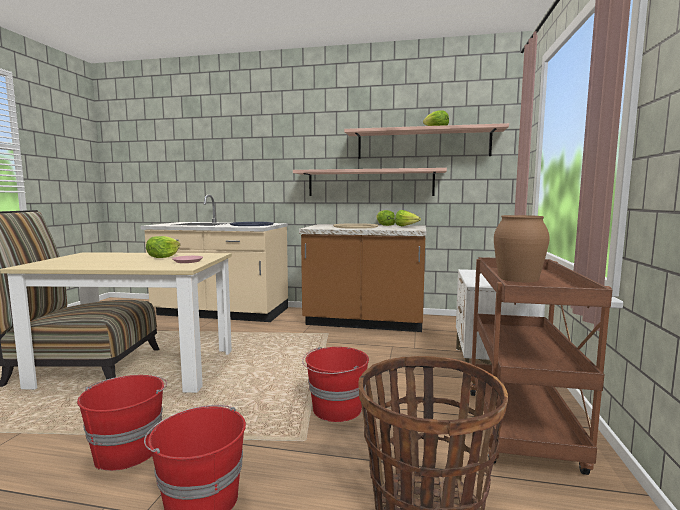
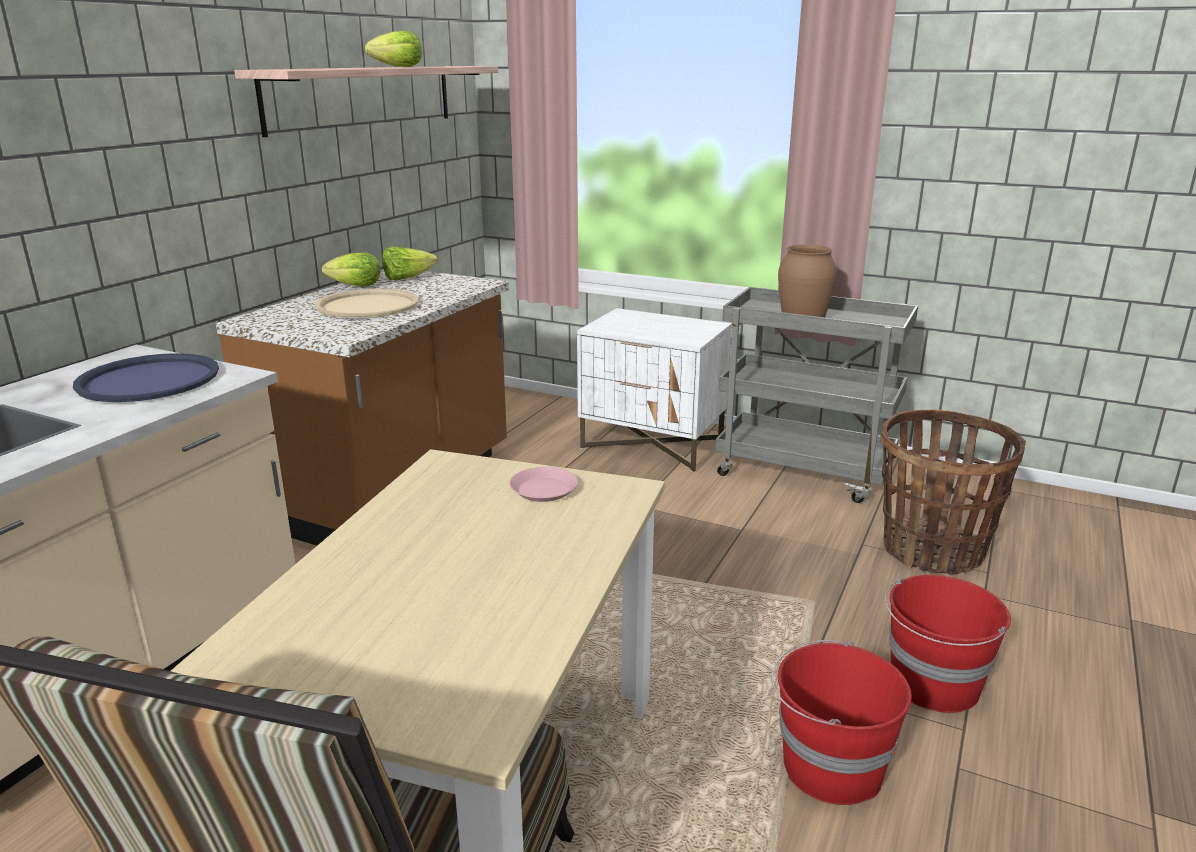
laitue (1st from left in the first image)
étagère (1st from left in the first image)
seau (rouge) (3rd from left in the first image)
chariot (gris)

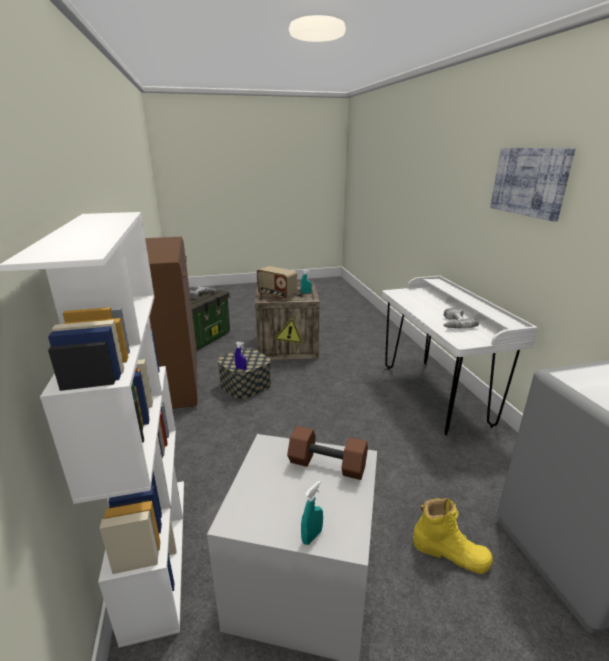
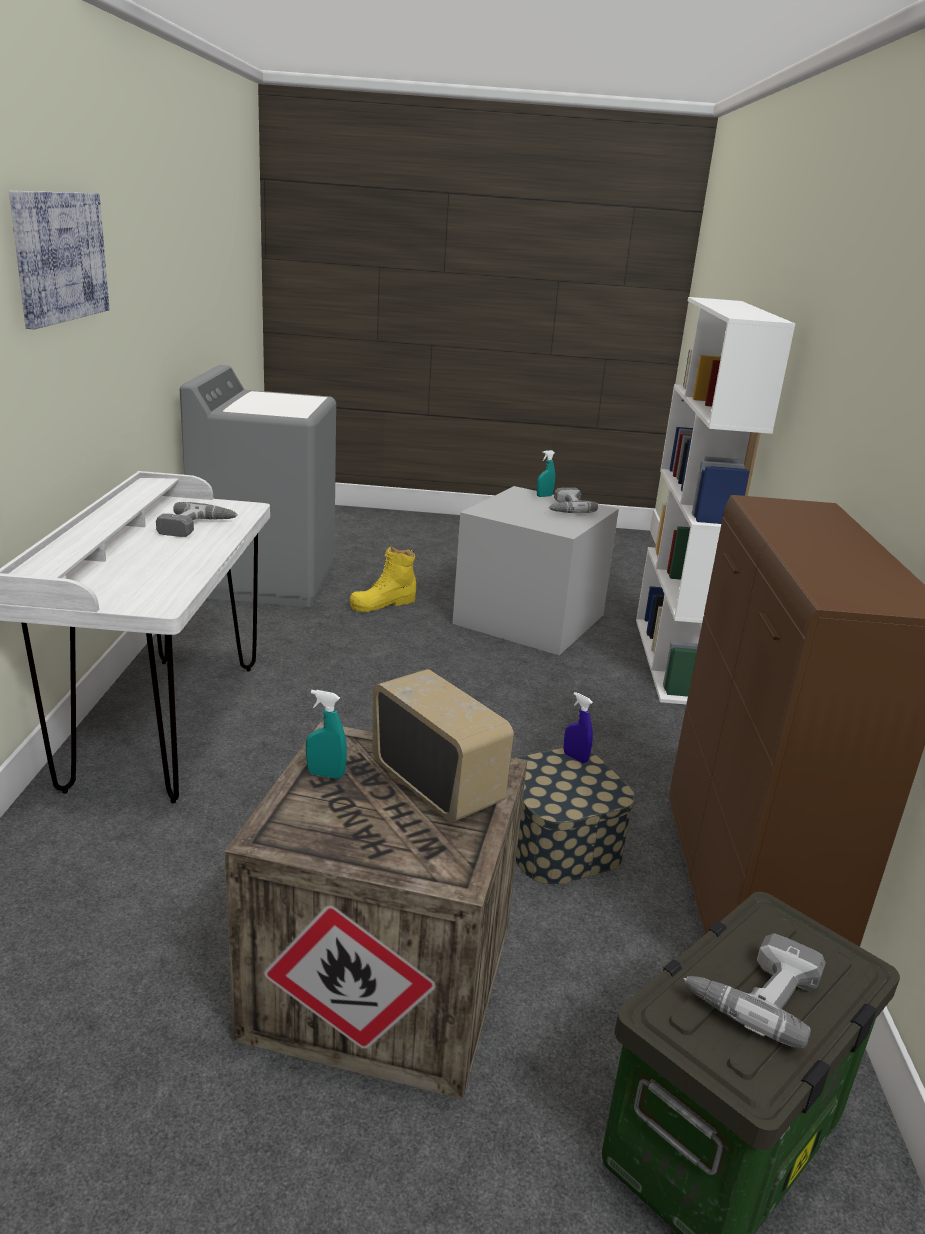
haltère (marron)
botte (jaune)
perceuse (2nd from left)

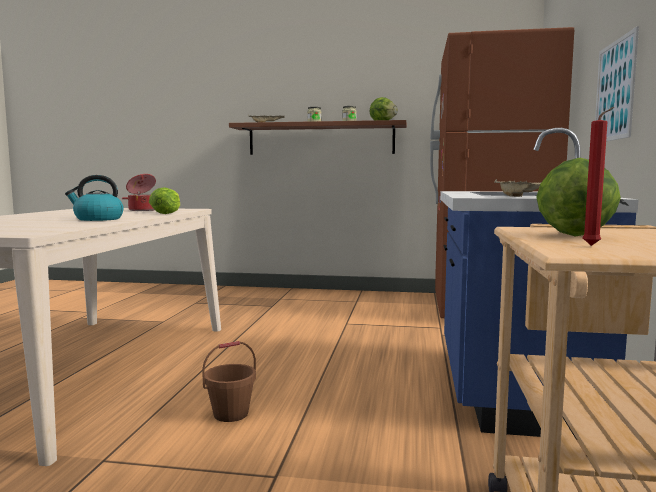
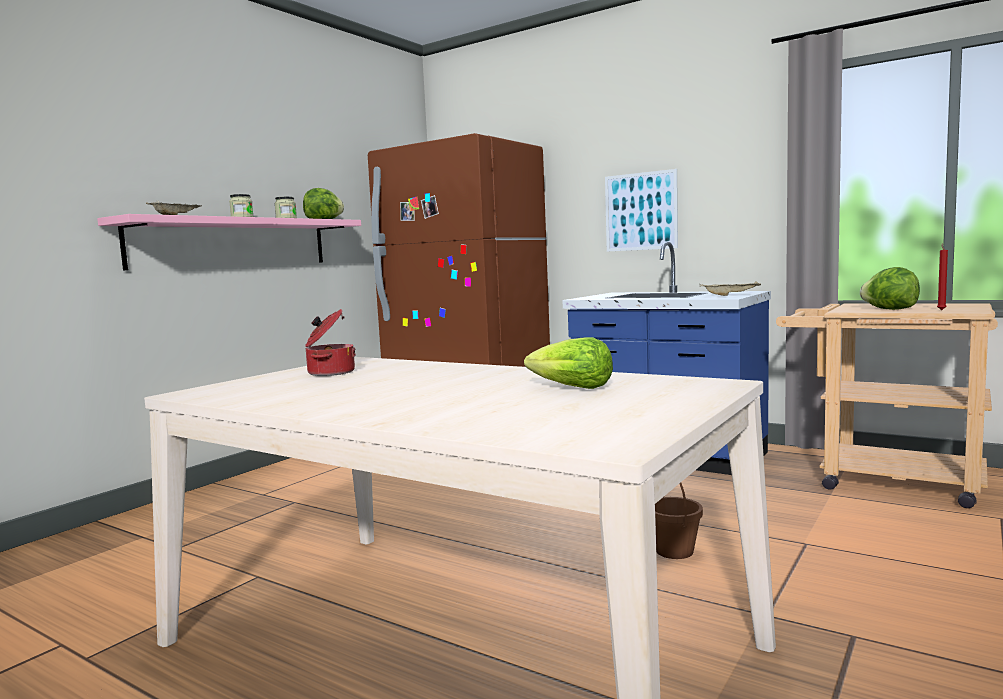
bouilloire
laitue (2nd from left)
étagère (rose)

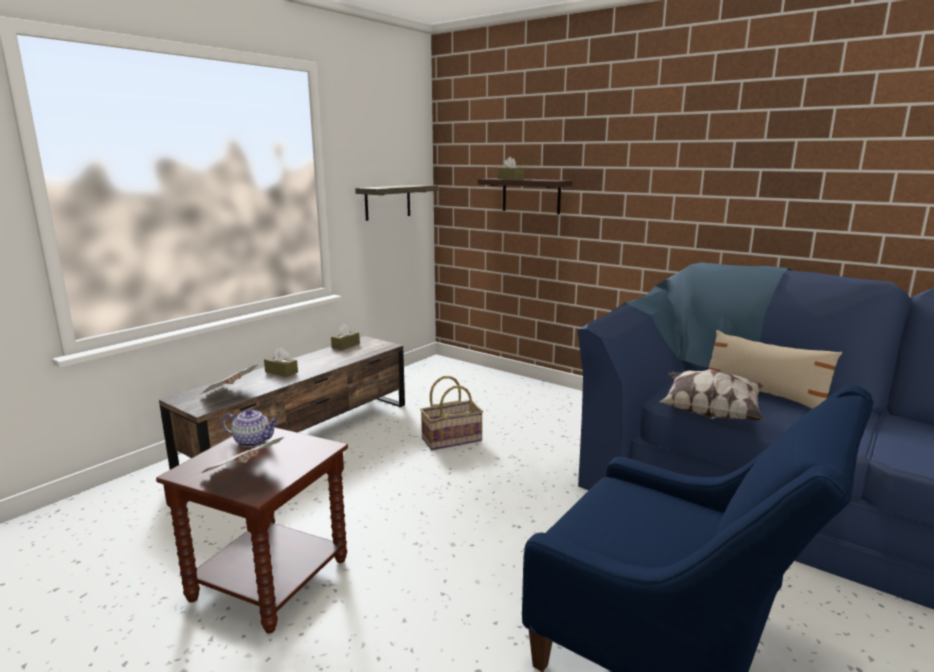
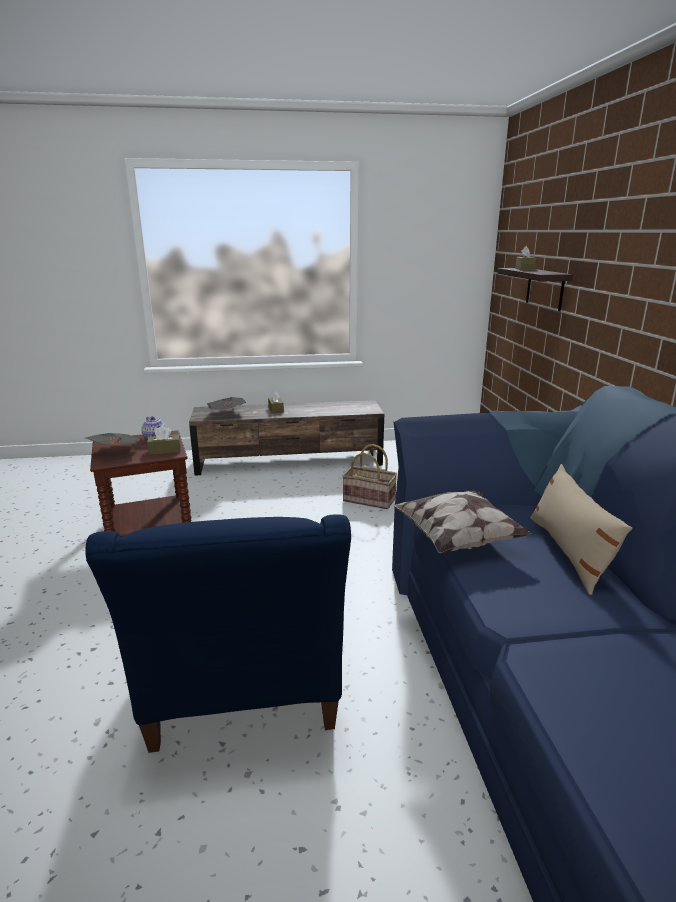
boîte à mouchoirs (marron) (1st from left)
étagère (1st from left in the first image)

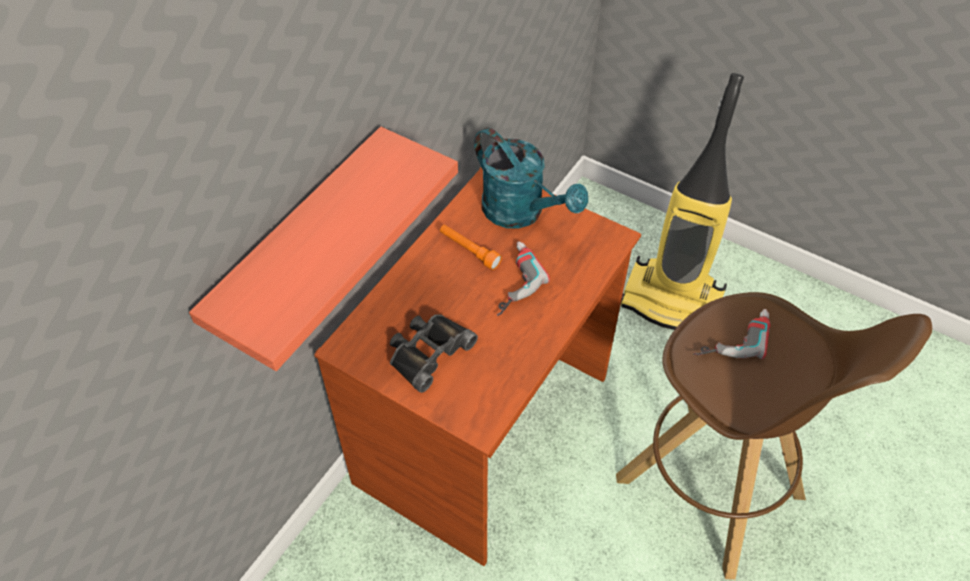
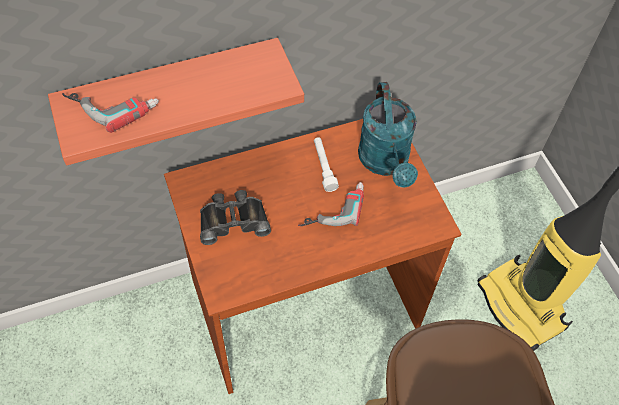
lampe de poche (blanc)
perceuse (1st from left)

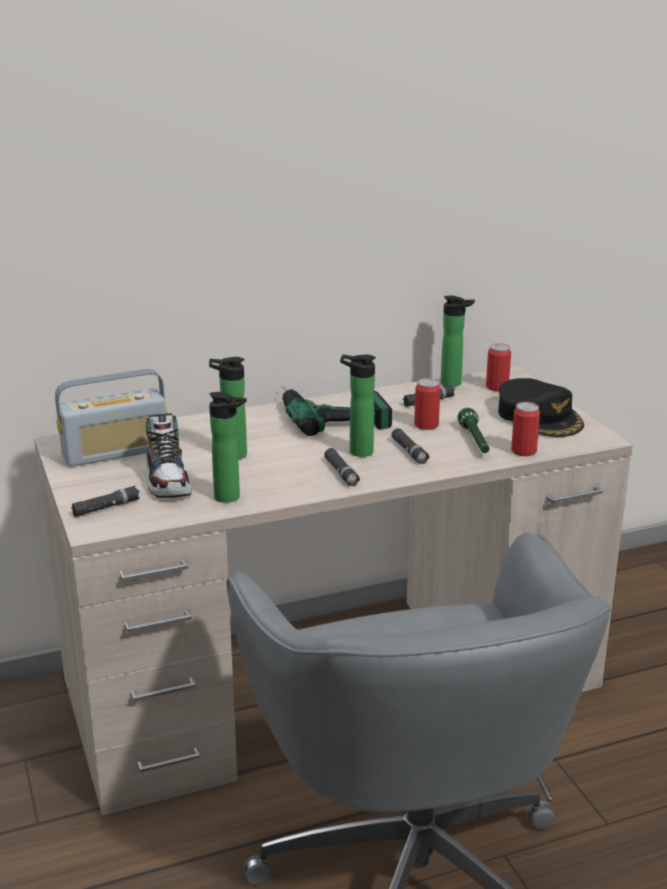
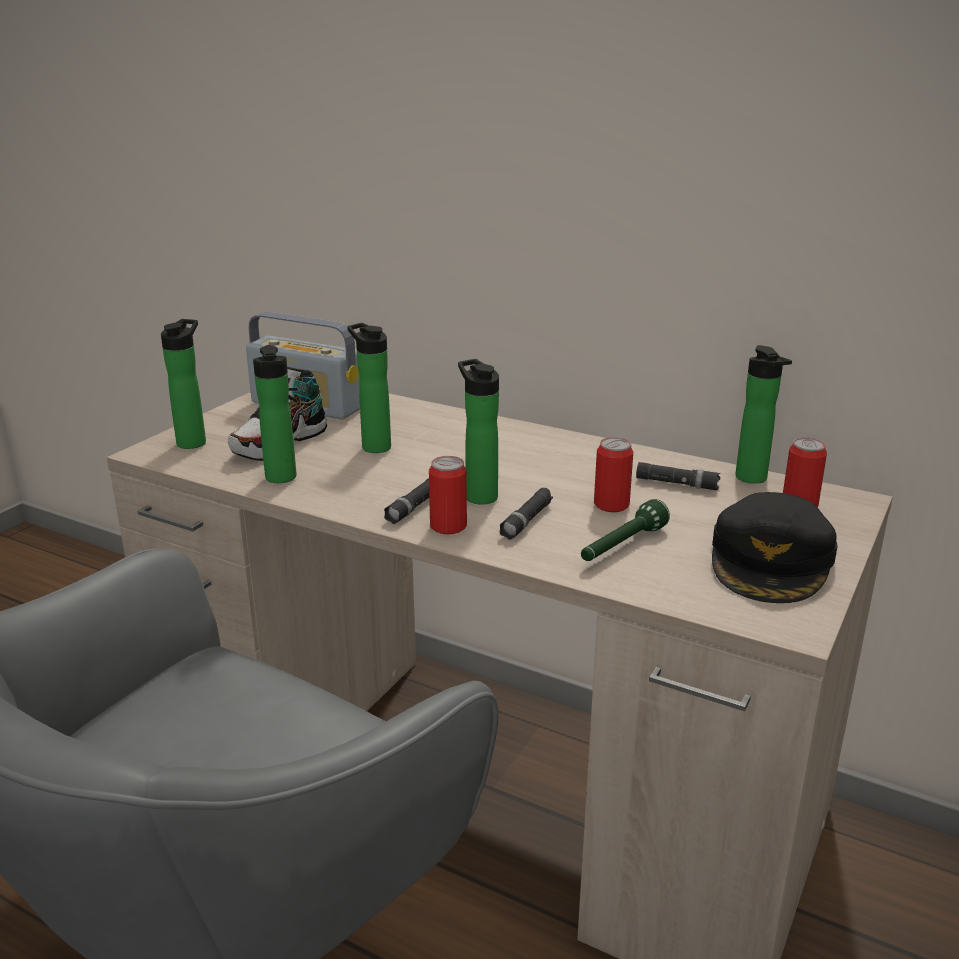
bouteille (1st from left)
perceuse
boîte métallique (1st from left)

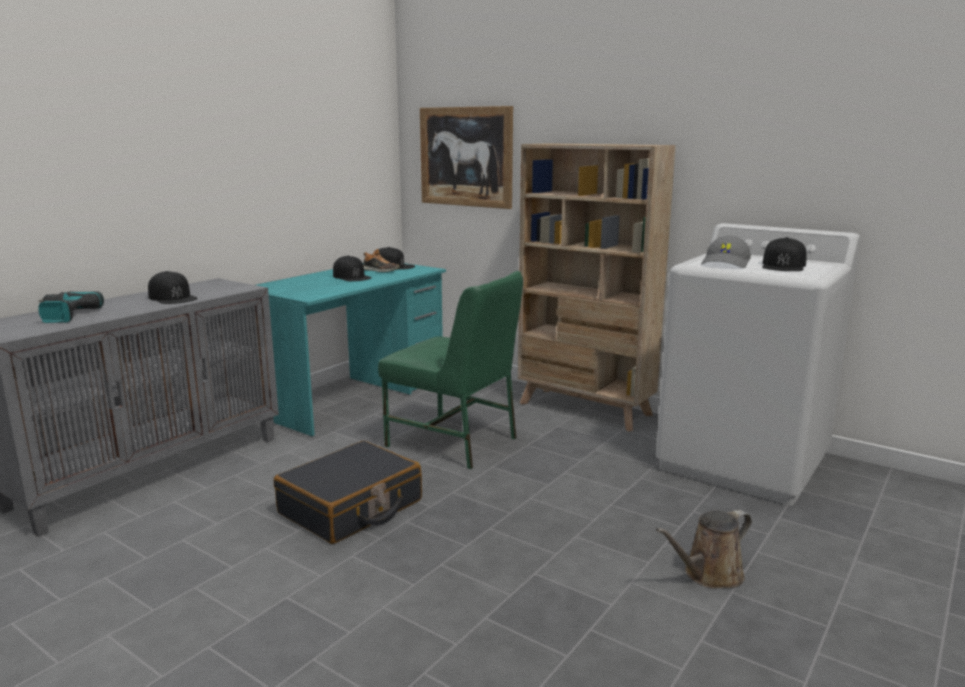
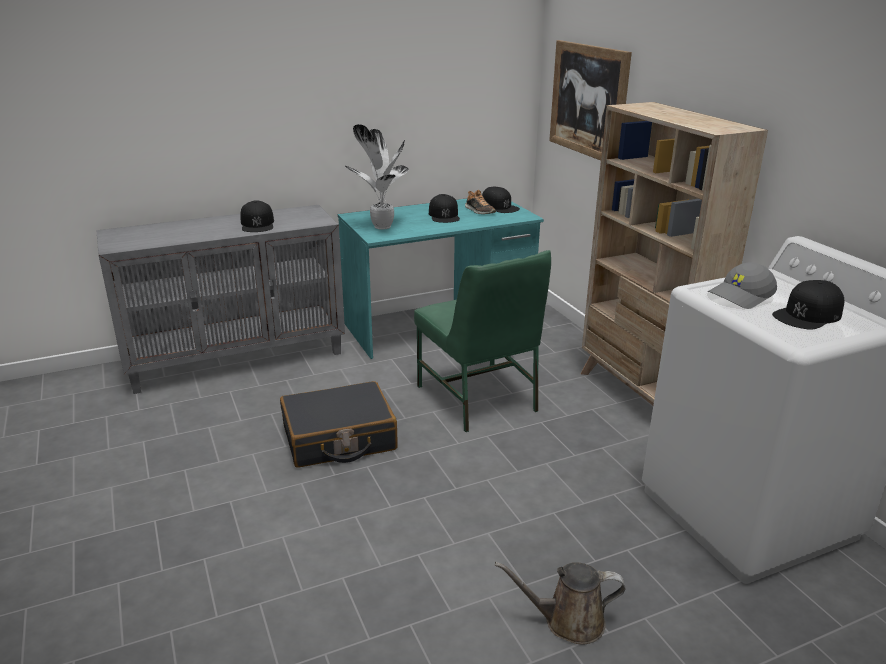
perceuse
plante en pot

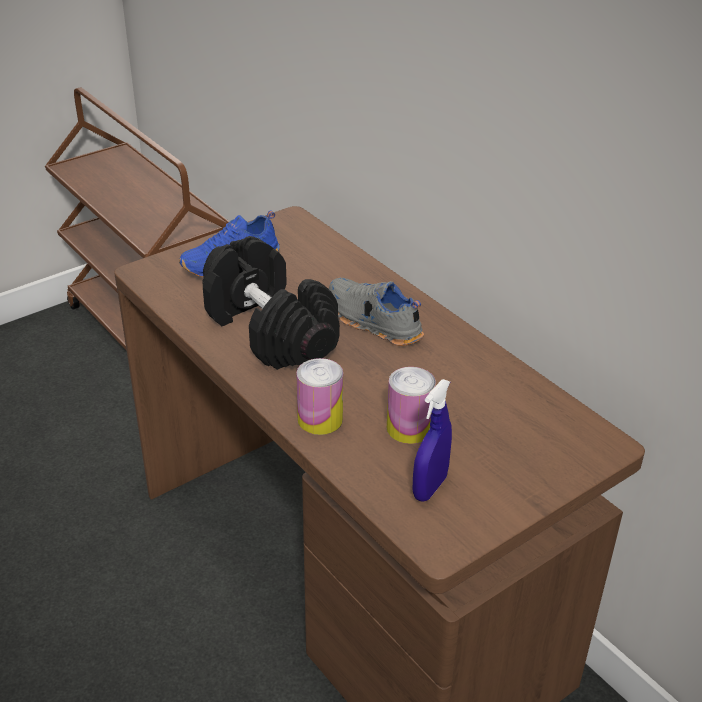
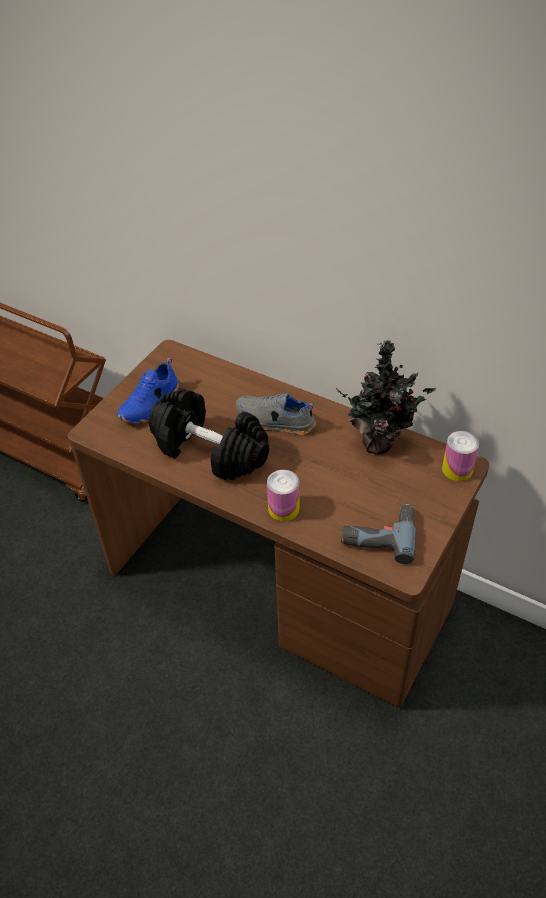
boîte métallique (2nd from left)
perceuse
plante en pot

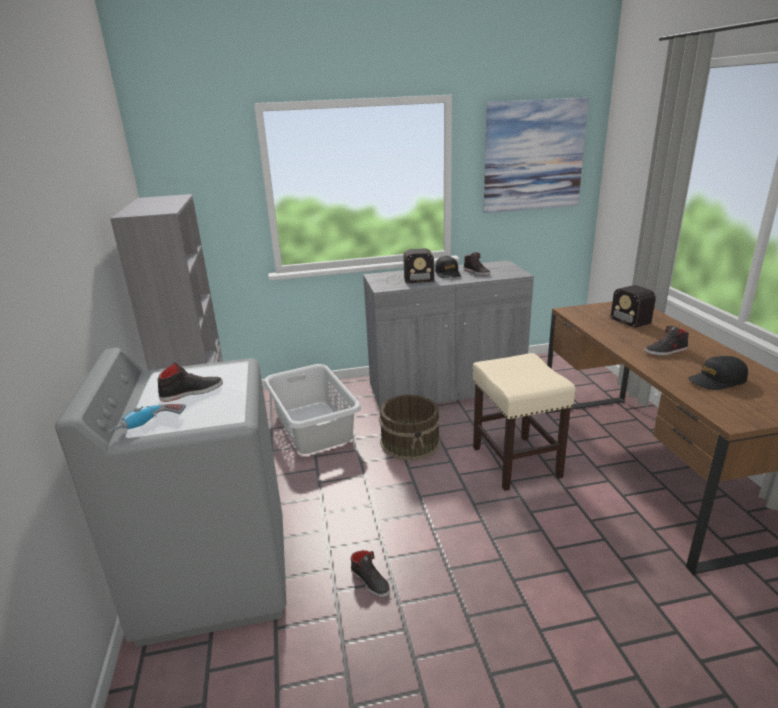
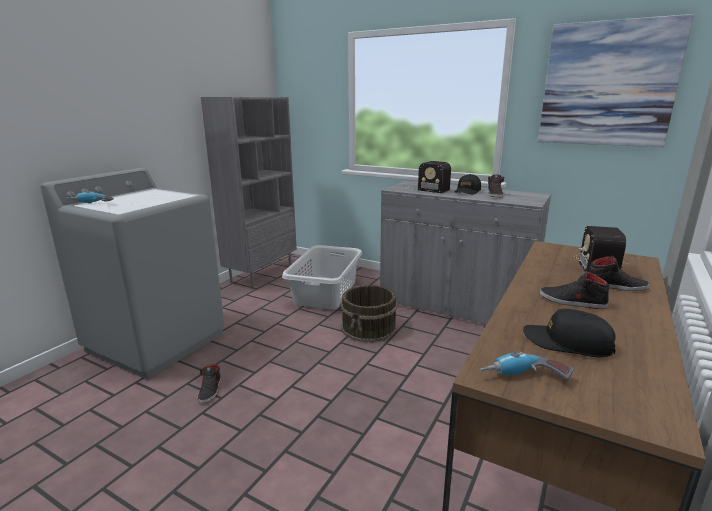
chaussure (noir) (4th from left)
tabouret (beige)
perceuse (2nd from left)

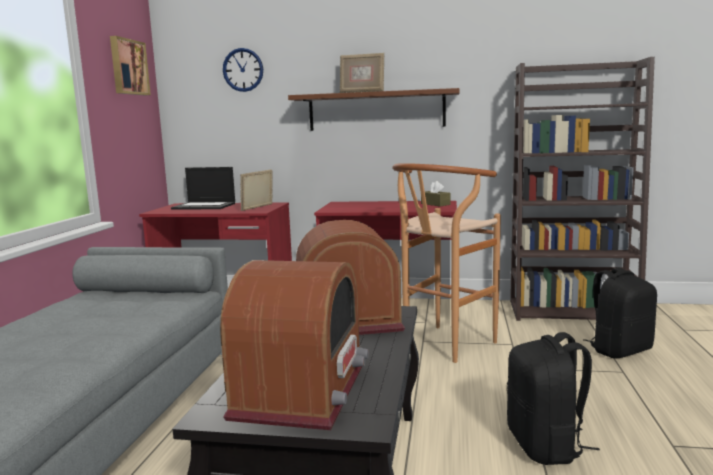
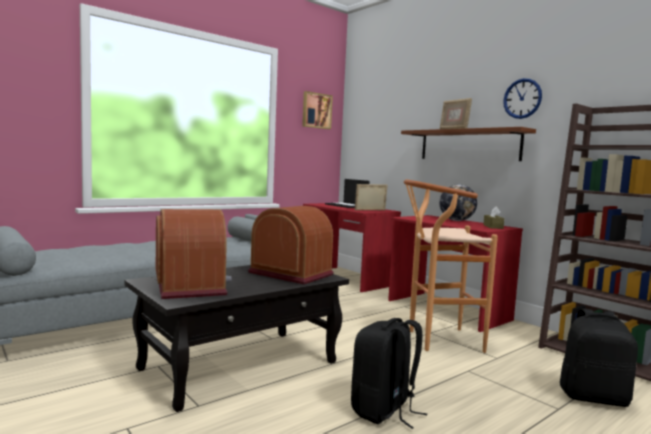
radio (1st from left)
horloge murale
globe

